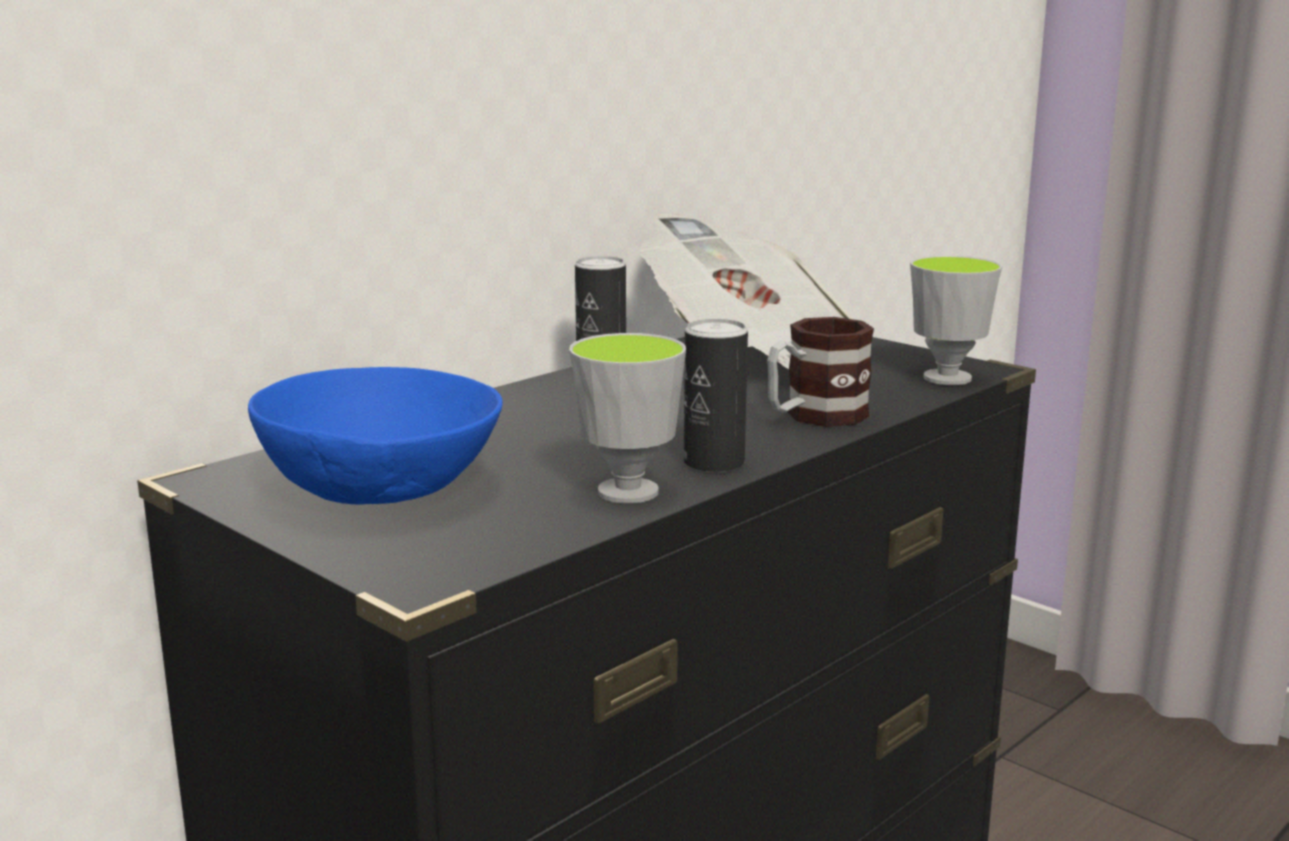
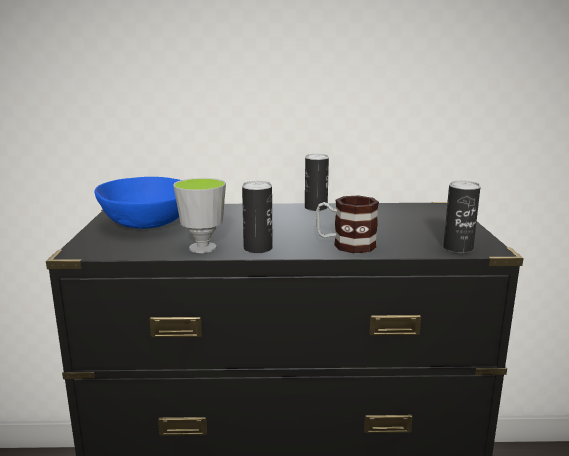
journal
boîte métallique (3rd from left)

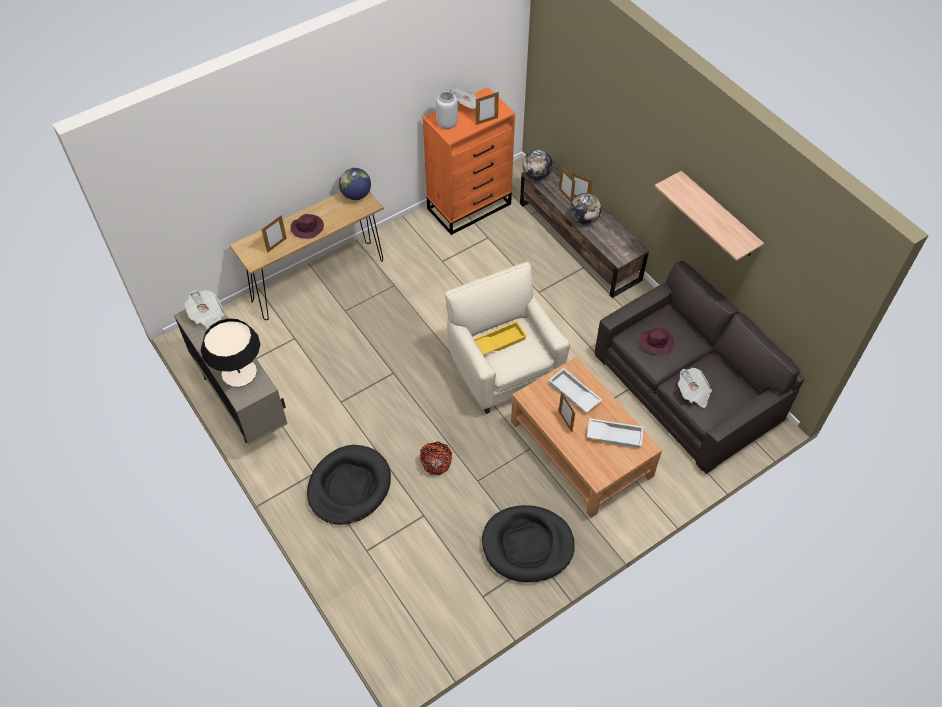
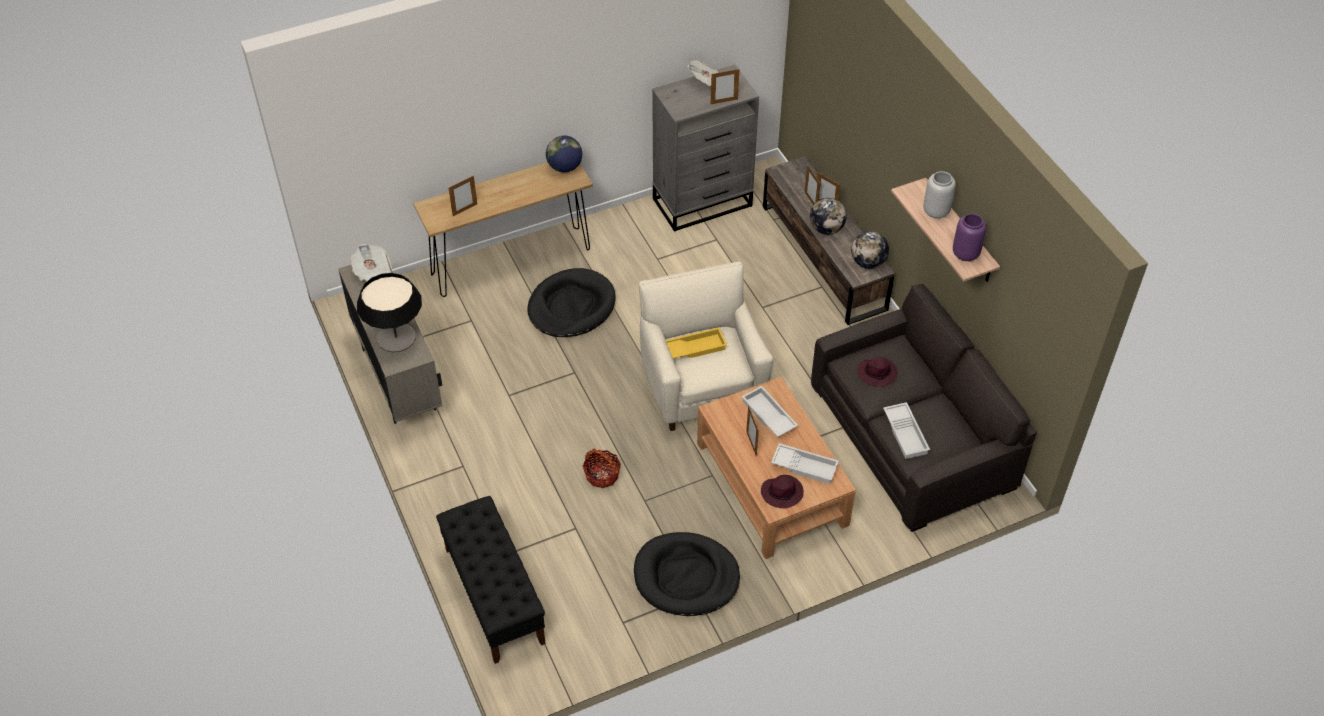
chapeau (violet) (1st from left)
panier pour chien (noir) (1st from left)
commode (gris)
vase (gris)
globe (3rd from left)
plateau (blanc) (3rd from left)
banc (noir)
vase (violet)

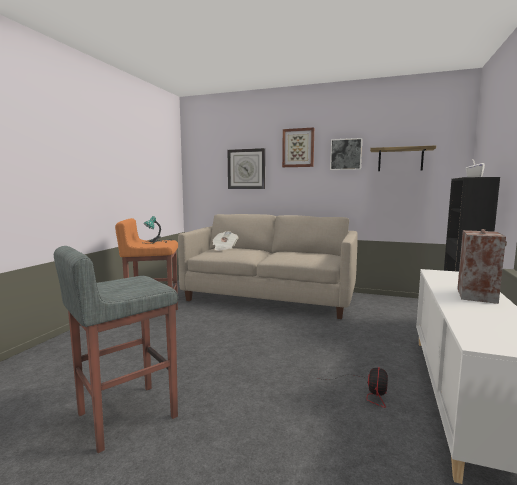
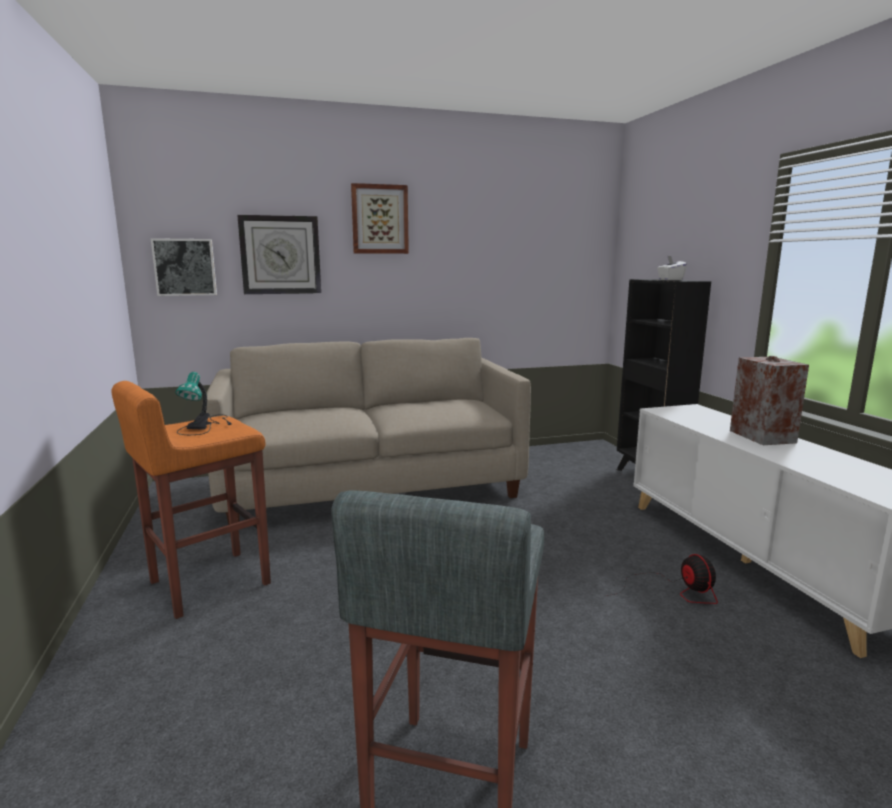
journal
tableau (1st from left)
étagère

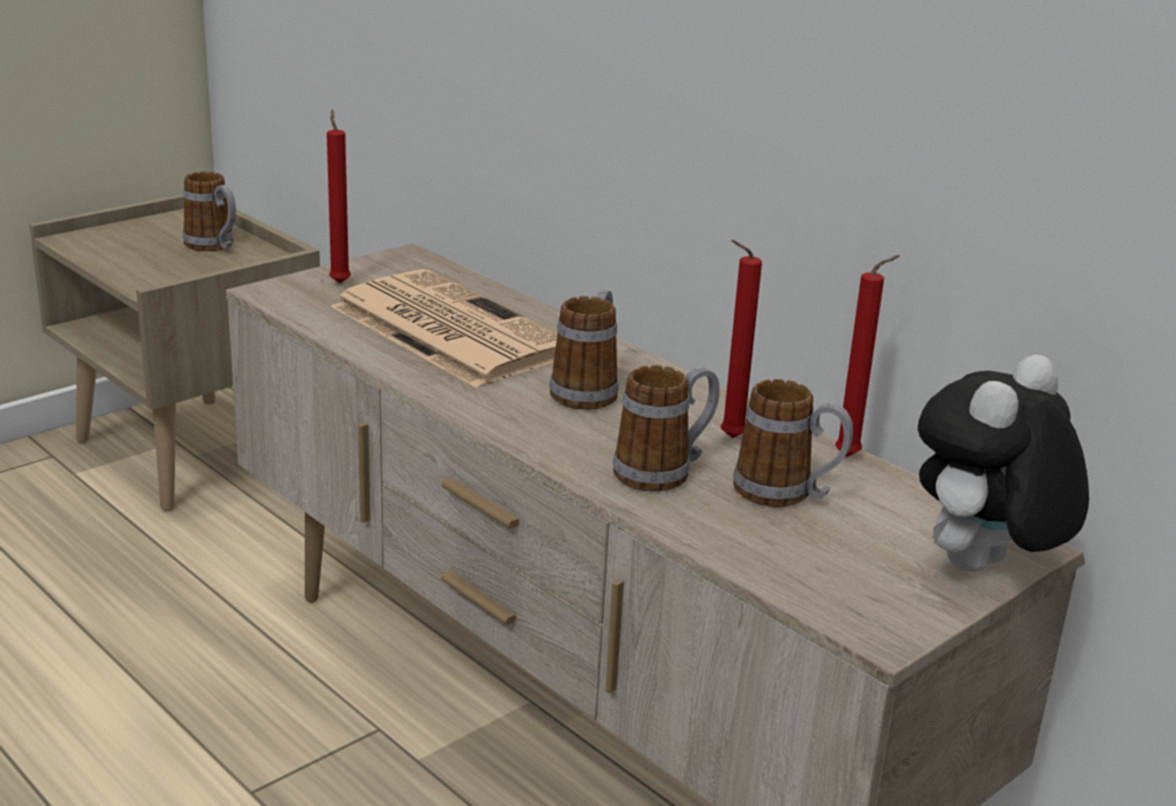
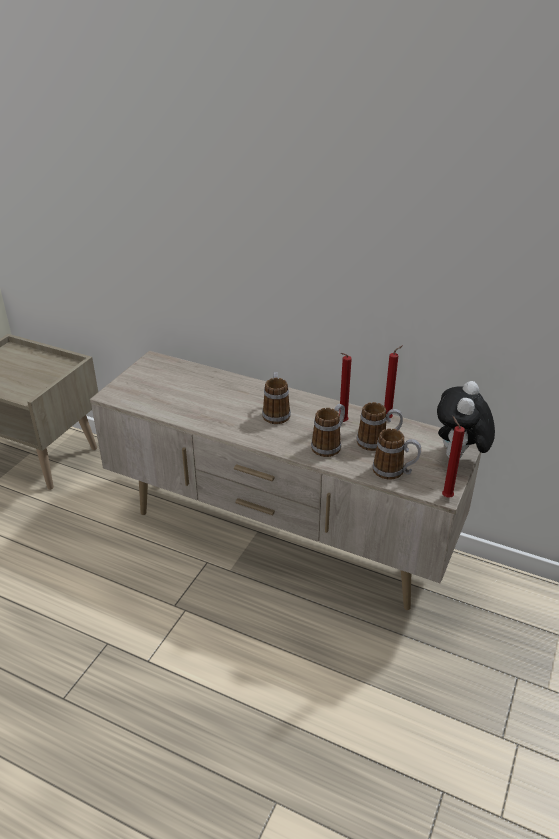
mug (4th from left)
bougie (rouge) (3rd from left)
journal

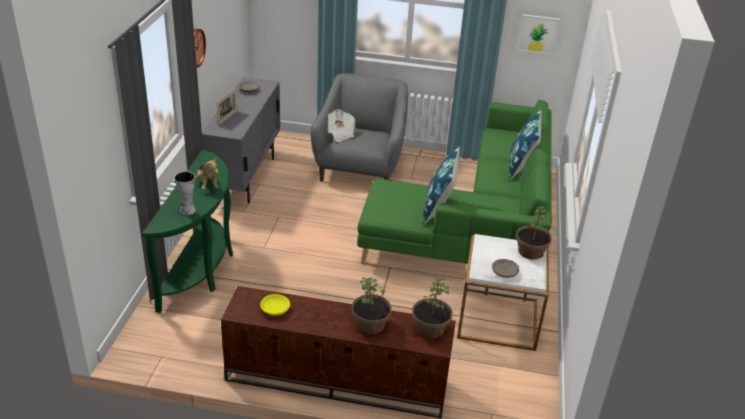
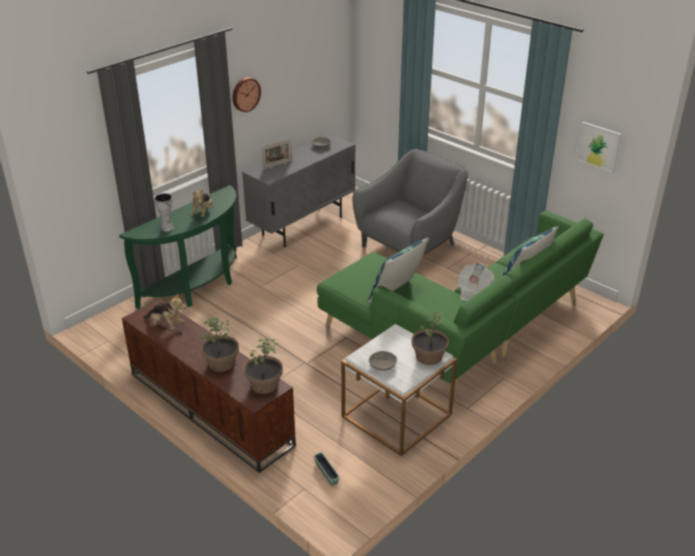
peluche (1st from left)
journal
cache-pot

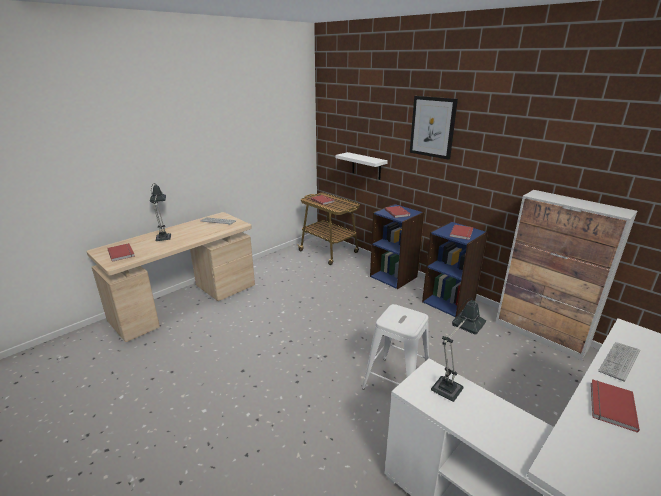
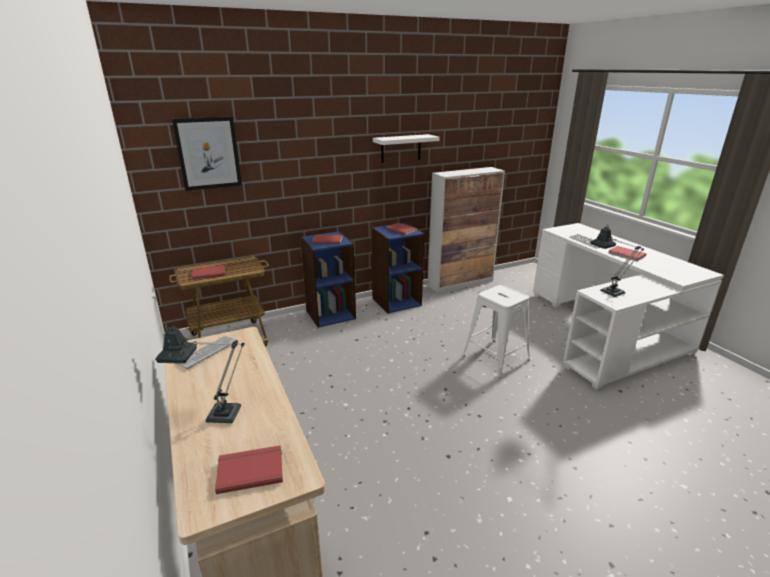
étagère (blanc)
tableau

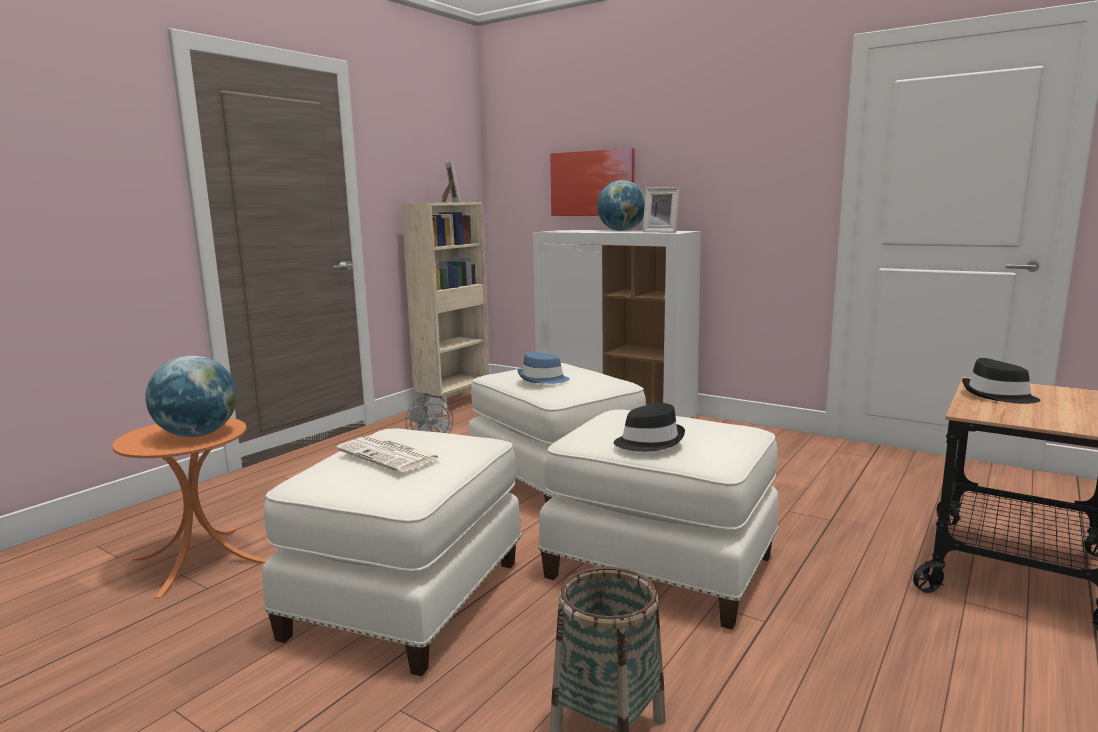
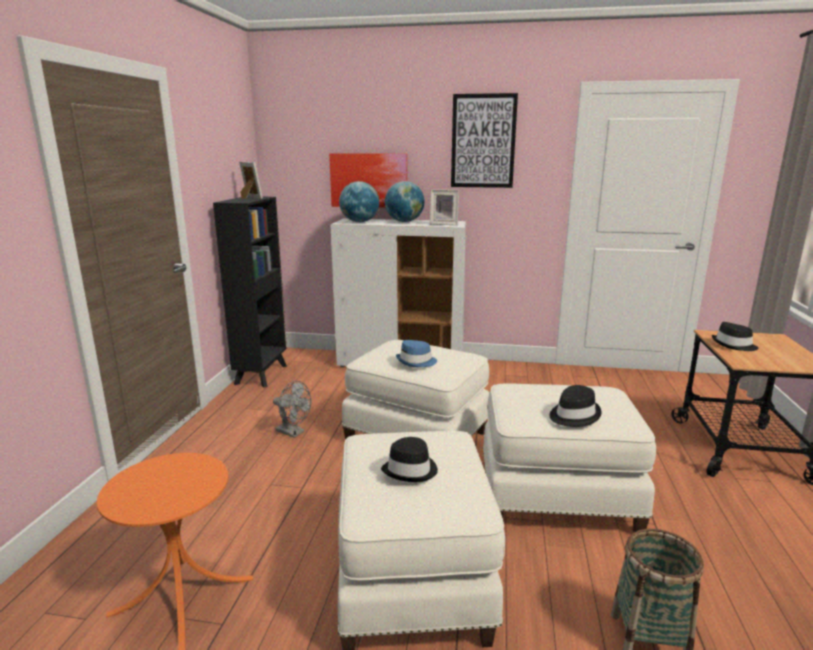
globe (1st from left)
chapeau (noir) (1st from left)
bibliothèque (noir)
tableau (2nd from left)

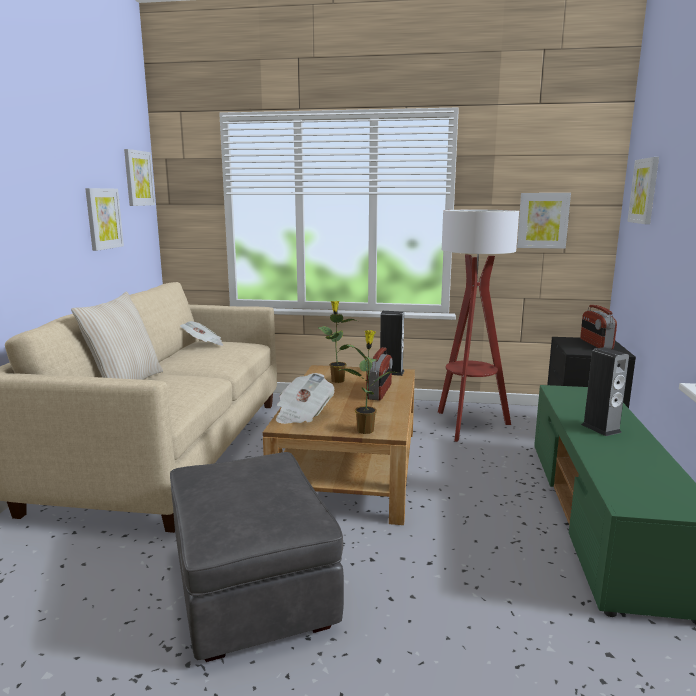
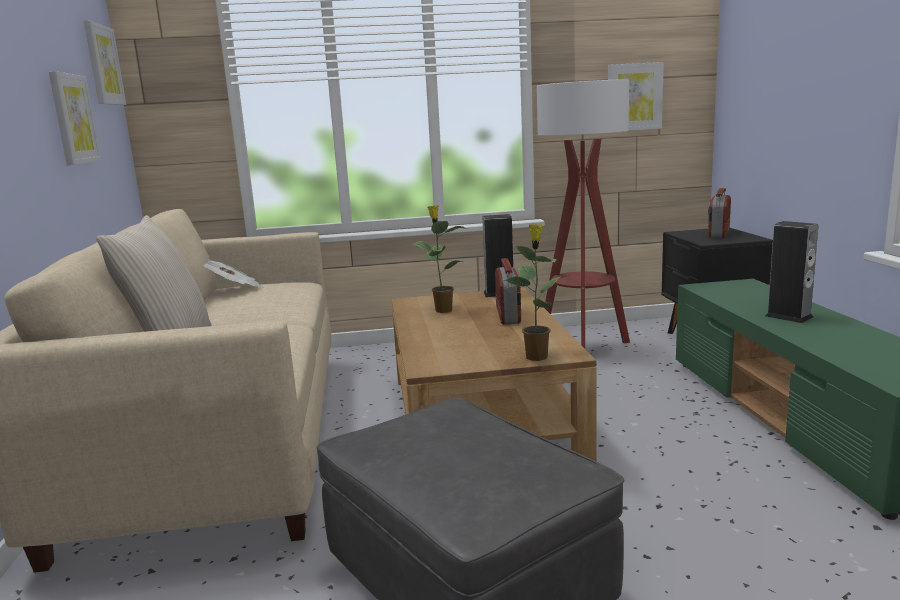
journal (2nd from left in the first image)
radio (2nd from left)
tableau (4th from left in the first image)

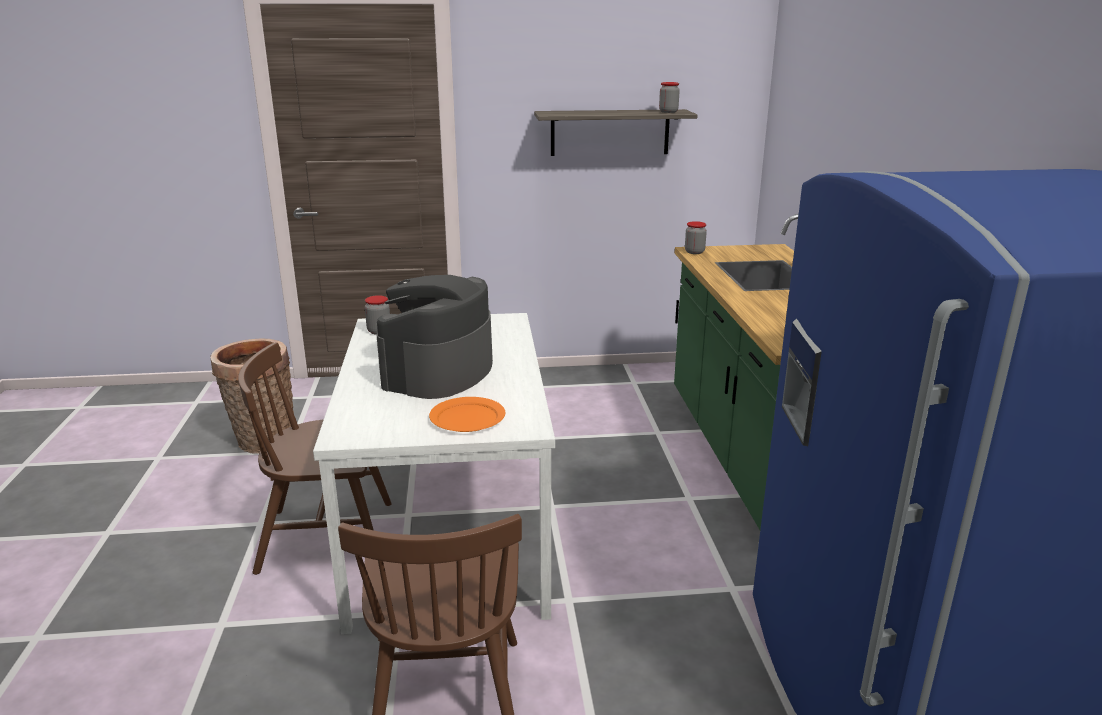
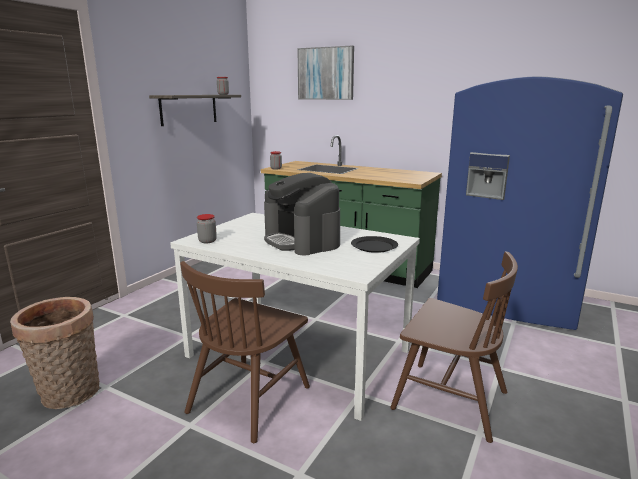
assiette (noir)
tableau

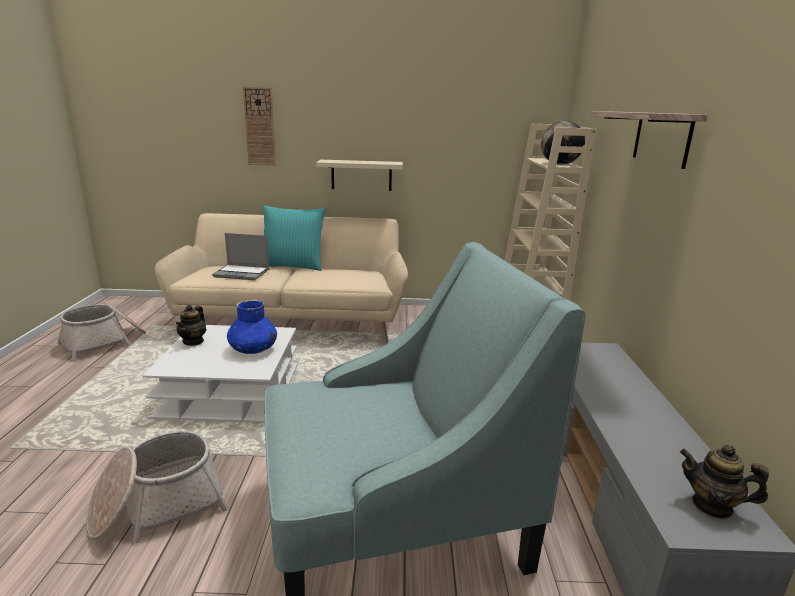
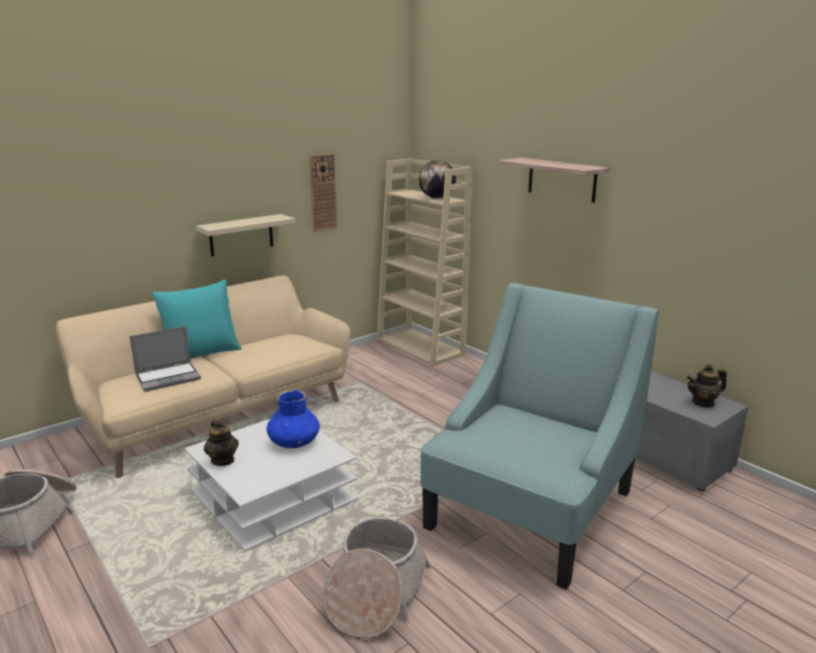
horloge murale

